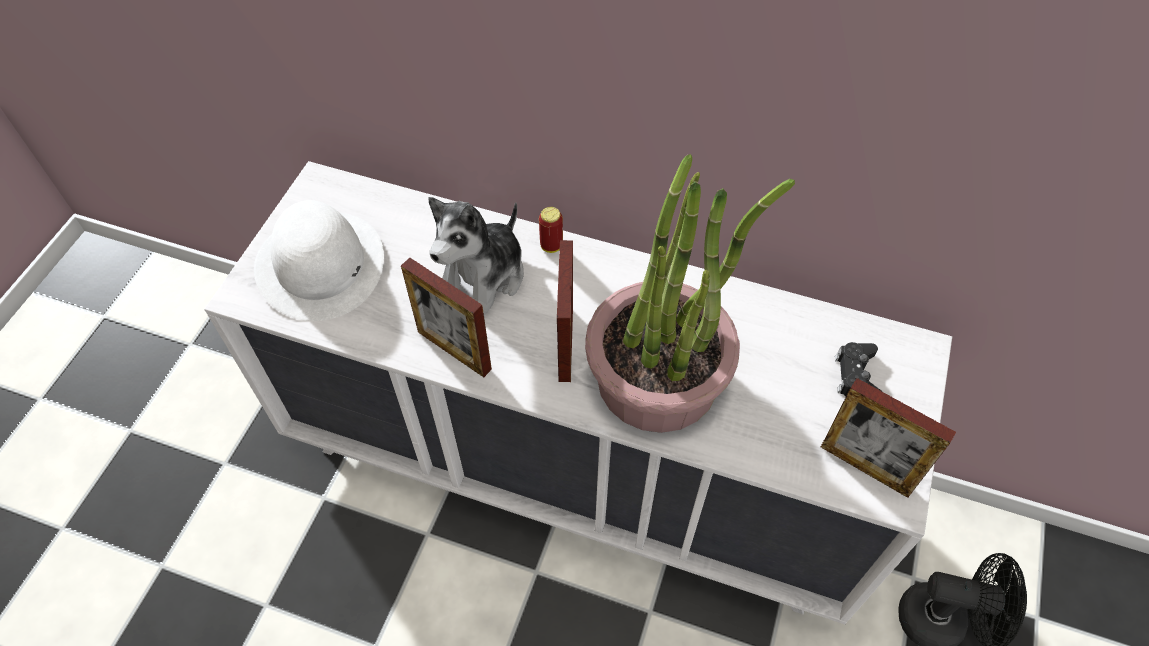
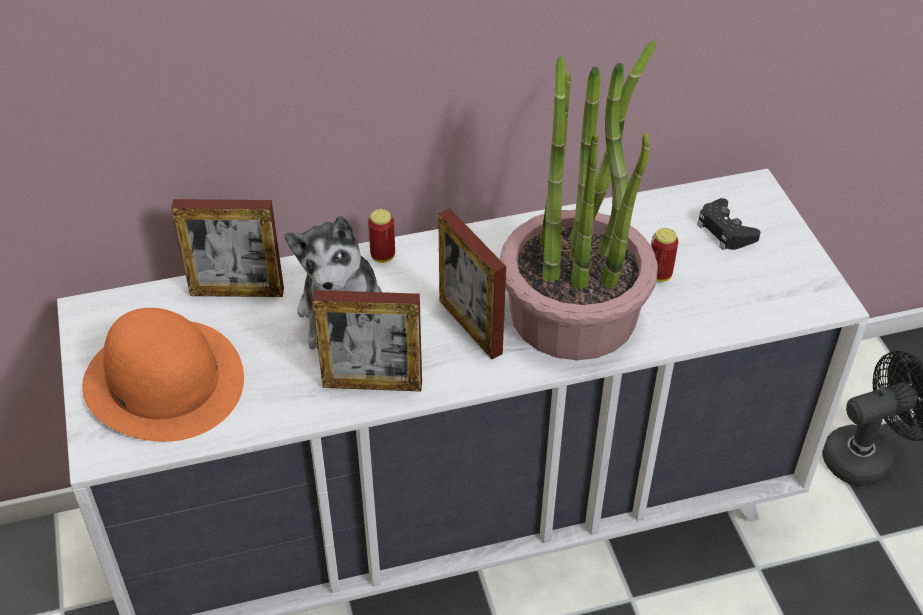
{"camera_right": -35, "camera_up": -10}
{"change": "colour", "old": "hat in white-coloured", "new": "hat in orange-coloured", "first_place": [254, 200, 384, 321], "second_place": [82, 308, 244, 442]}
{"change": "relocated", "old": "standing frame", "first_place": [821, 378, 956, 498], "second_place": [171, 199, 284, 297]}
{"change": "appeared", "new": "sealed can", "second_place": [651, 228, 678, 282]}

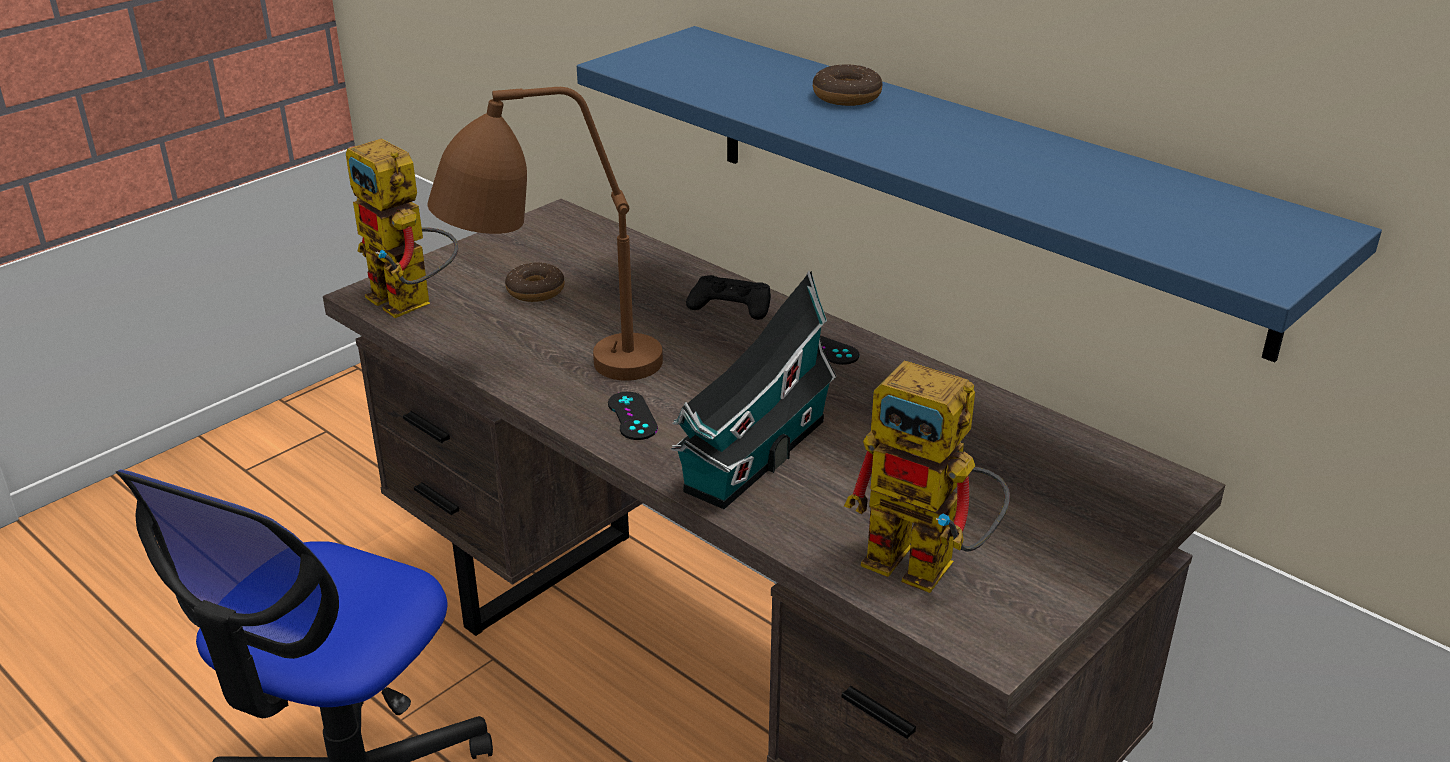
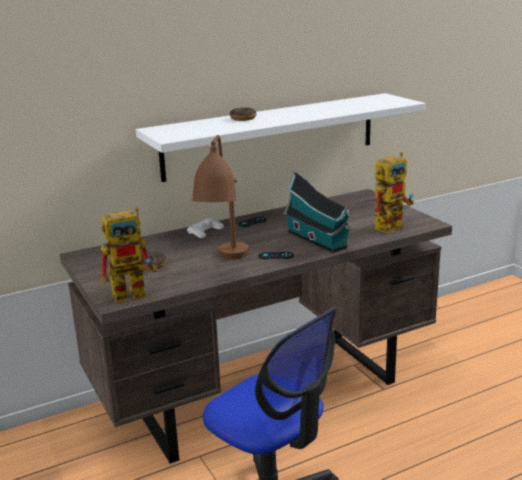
{"camera_right": -70, "camera_up": -10}
{"change": "colour", "old": "bracket shelf in blue-coloured", "new": "bracket shelf in white-coloured", "first_place": [577, 26, 1382, 362], "second_place": [136, 93, 425, 182]}
{"change": "colour", "old": "joypad in black", "new": "joypad in white-coloured", "first_place": [686, 275, 771, 320], "second_place": [187, 218, 224, 238]}

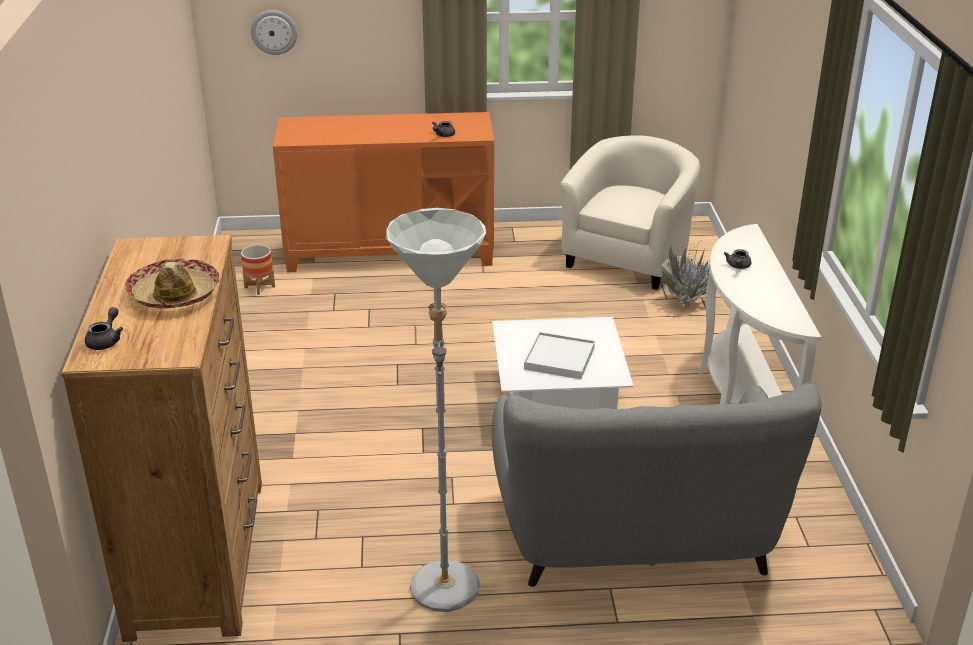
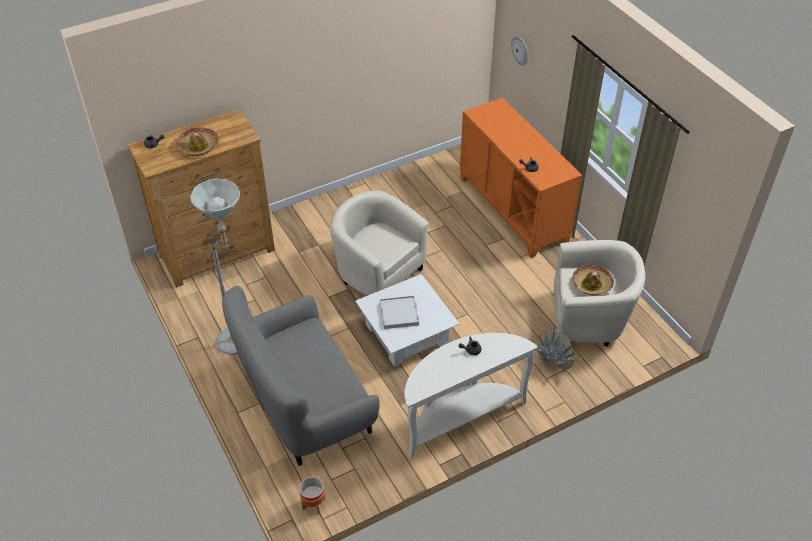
{"camera_right": 65, "camera_up": 15}
{"change": "relocated", "old": "flower pot", "first_place": [241, 245, 275, 295], "second_place": [299, 477, 325, 514]}
{"change": "appeared", "new": "lounge chair in beige-coloured", "second_place": [330, 191, 429, 296]}
{"change": "appeared", "new": "hat", "second_place": [572, 264, 614, 296]}

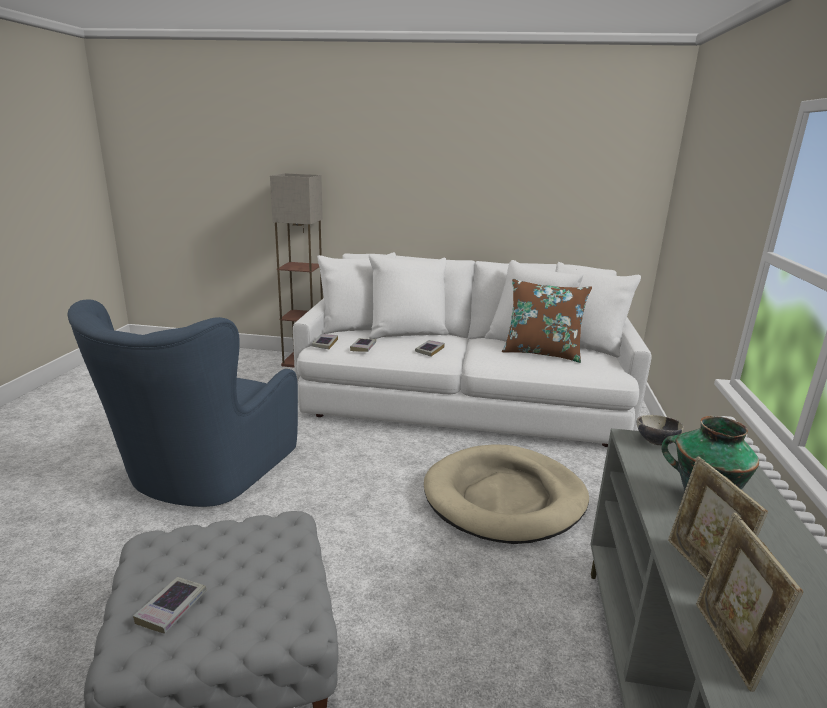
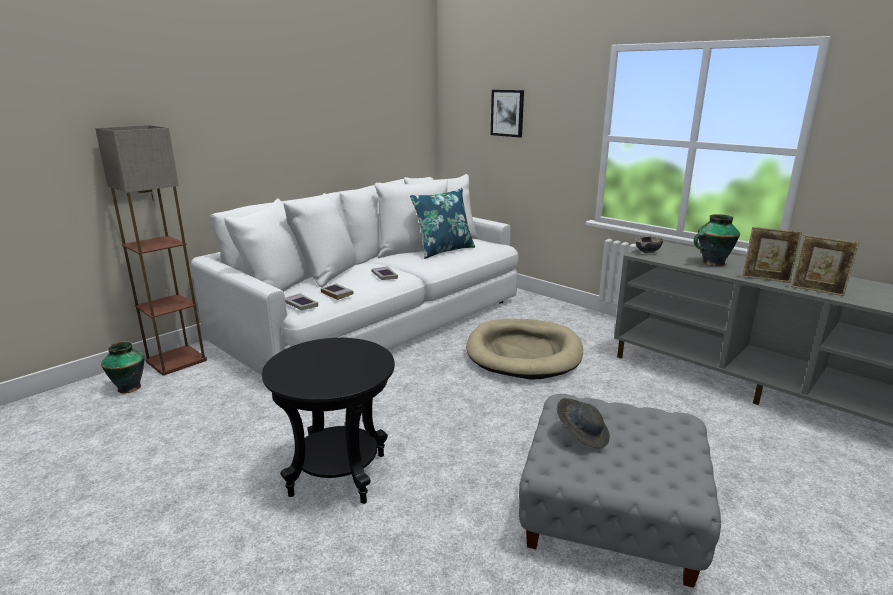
{"camera_right": -55, "camera_up": 0}
{"change": "appeared", "new": "decorative vase", "second_place": [101, 341, 145, 394]}
{"change": "exchanged", "old": "lounge chair in blue-coloured", "new": "end table in black", "first_place": [68, 300, 298, 507], "second_place": [262, 338, 395, 504]}
{"change": "colour", "old": "cushion in brown", "new": "cushion in blue-coloured", "first_place": [502, 279, 592, 363], "second_place": [410, 188, 475, 259]}
{"change": "appeared", "new": "wall art", "second_place": [491, 90, 524, 137]}
{"change": "appeared", "new": "hat in grey", "second_place": [557, 398, 610, 448]}
{"change": "missing", "old": "volume", "first_place": [133, 577, 207, 634]}

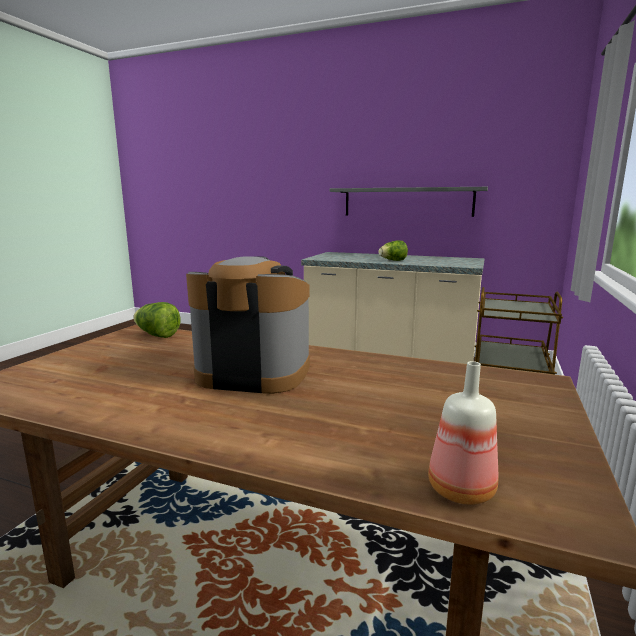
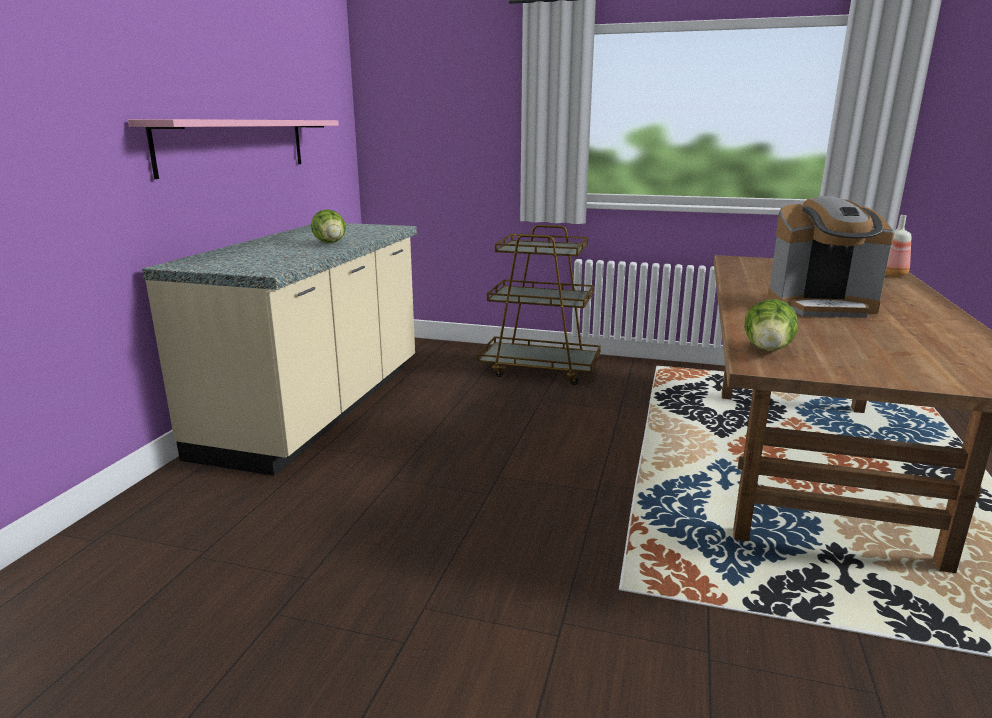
{"camera_right": -95, "camera_up": 5}
{"change": "colour", "old": "bracket shelf in grey", "new": "bracket shelf in pink-coloured", "first_place": [330, 187, 488, 217], "second_place": [128, 119, 339, 179]}
{"change": "spun", "old": "coffee maker", "first_place": [186, 256, 310, 394], "second_place": [767, 196, 895, 318], "degrees": -90}

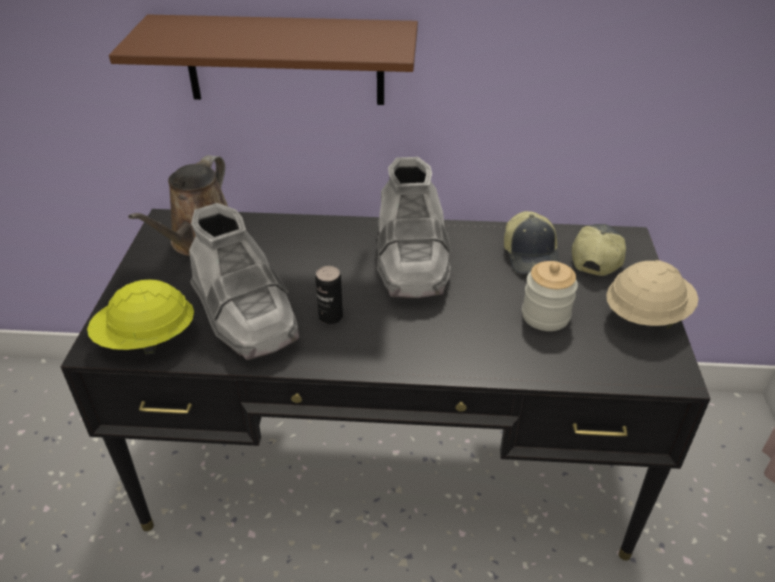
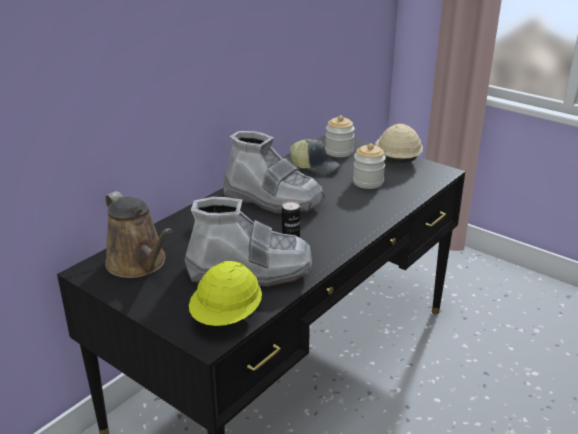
{"camera_right": -55, "camera_up": -10}
{"change": "exchanged", "old": "peaked cap", "new": "jar", "first_place": [572, 224, 626, 276], "second_place": [325, 116, 355, 157]}
{"change": "missing", "old": "bracket shelf in brown", "first_place": [109, 15, 418, 105]}

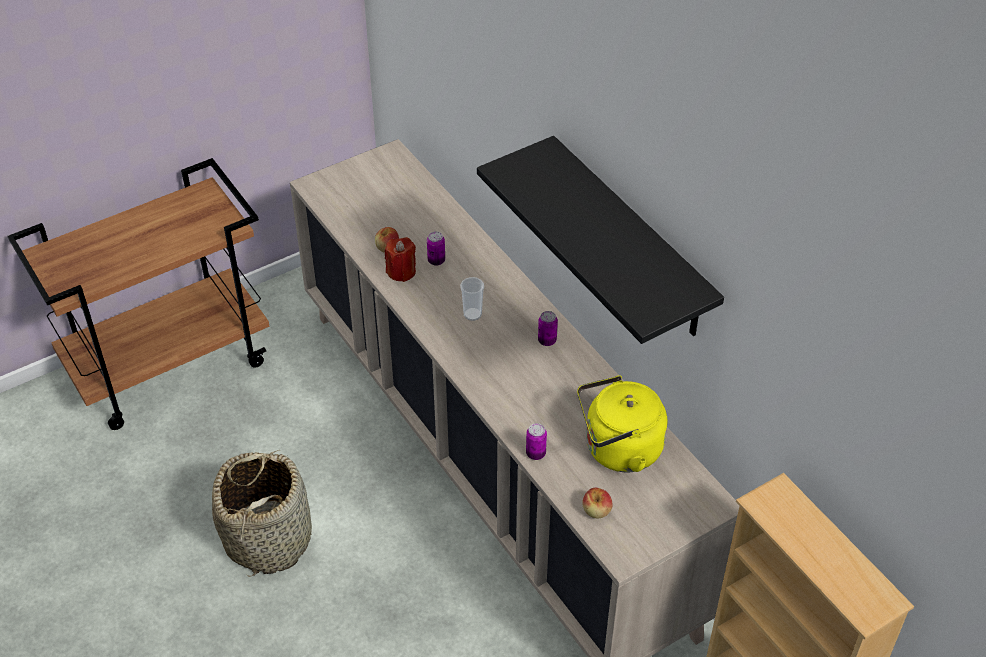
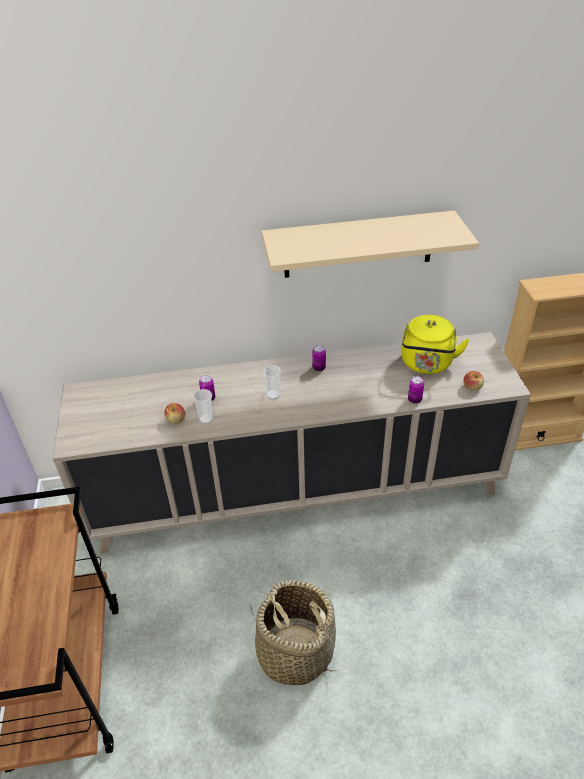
{"camera_right": -65, "camera_up": -5}
{"change": "exchanged", "old": "candle in red", "new": "drinking cup", "first_place": [385, 237, 416, 282], "second_place": [193, 389, 213, 424]}
{"change": "colour", "old": "bracket shelf in black", "new": "bracket shelf in beige-coloured", "first_place": [477, 136, 724, 344], "second_place": [262, 210, 479, 278]}

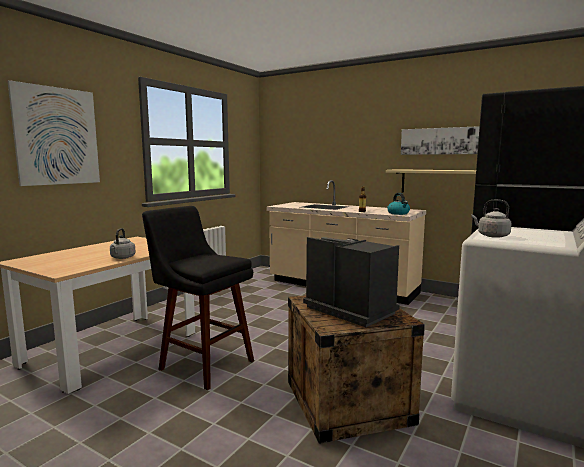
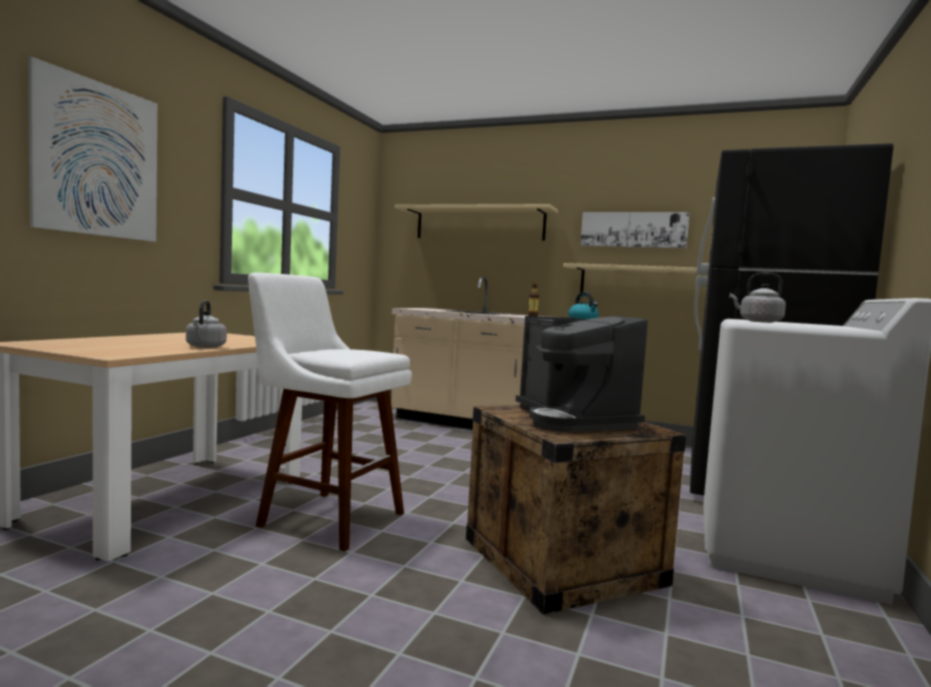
{"camera_right": -10, "camera_up": -5}
{"change": "colour", "old": "stool seat in black", "new": "stool seat in white-coloured", "first_place": [142, 206, 254, 390], "second_place": [248, 272, 412, 552]}
{"change": "appeared", "new": "bracket shelf in beige-coloured", "second_place": [394, 204, 558, 240]}
{"change": "spun", "old": "coffee maker", "first_place": [303, 237, 400, 327], "second_place": [516, 316, 648, 432], "degrees": -150}

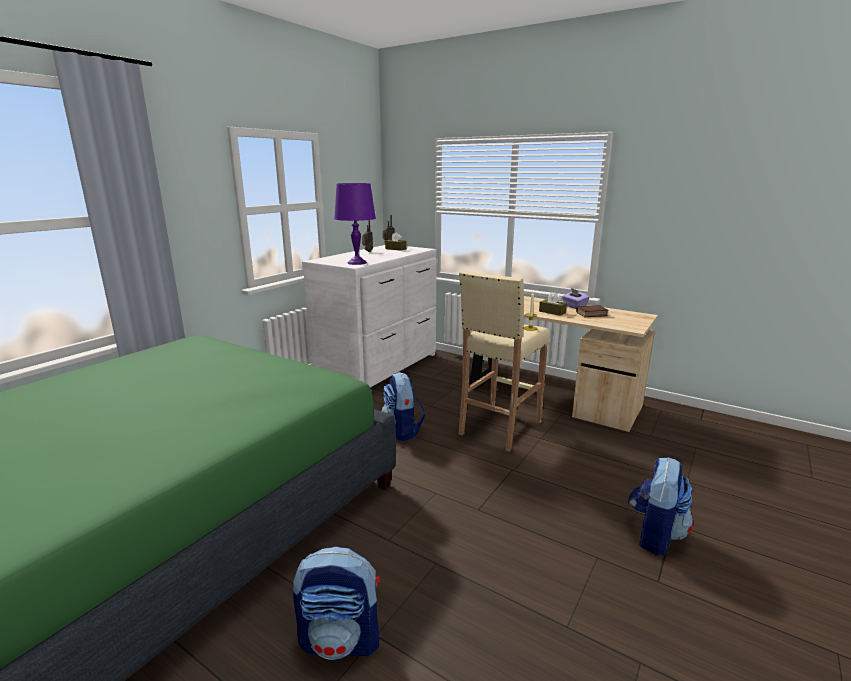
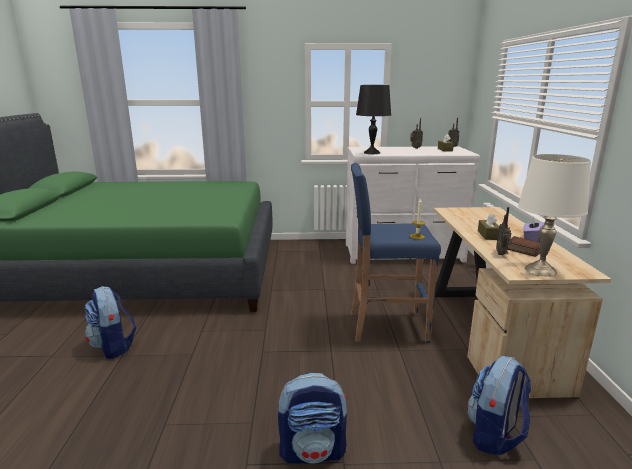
{"camera_right": 55, "camera_up": 0}
{"change": "colour", "old": "stool seat in beige-coloured", "new": "stool seat in blue-coloured", "first_place": [459, 270, 550, 452], "second_place": [351, 163, 441, 343]}
{"change": "colour", "old": "tabletop lamp in purplish", "new": "tabletop lamp in black", "first_place": [334, 183, 376, 265], "second_place": [356, 85, 391, 154]}
{"change": "relocated", "old": "knapsack", "first_place": [381, 372, 425, 441], "second_place": [467, 356, 532, 455]}
{"change": "appeared", "new": "radio receiver", "second_place": [496, 207, 512, 255]}
{"change": "appeared", "new": "tabletop lamp in white-coloured", "second_place": [518, 154, 591, 277]}

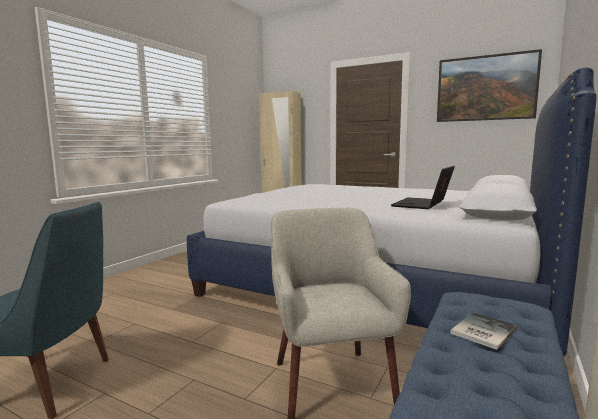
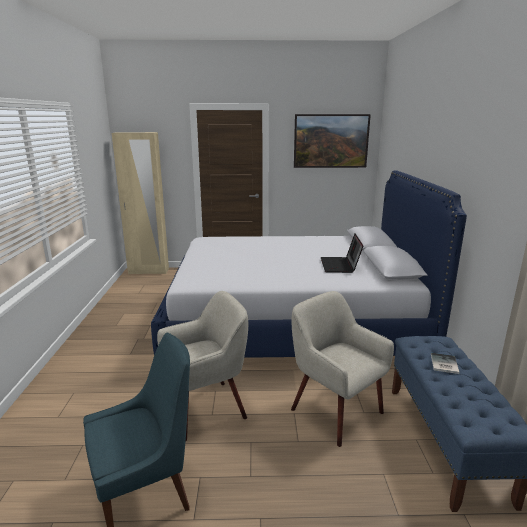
{"camera_right": -30, "camera_up": 10}
{"change": "appeared", "new": "lounge chair in beige-coloured", "second_place": [157, 291, 248, 441]}

